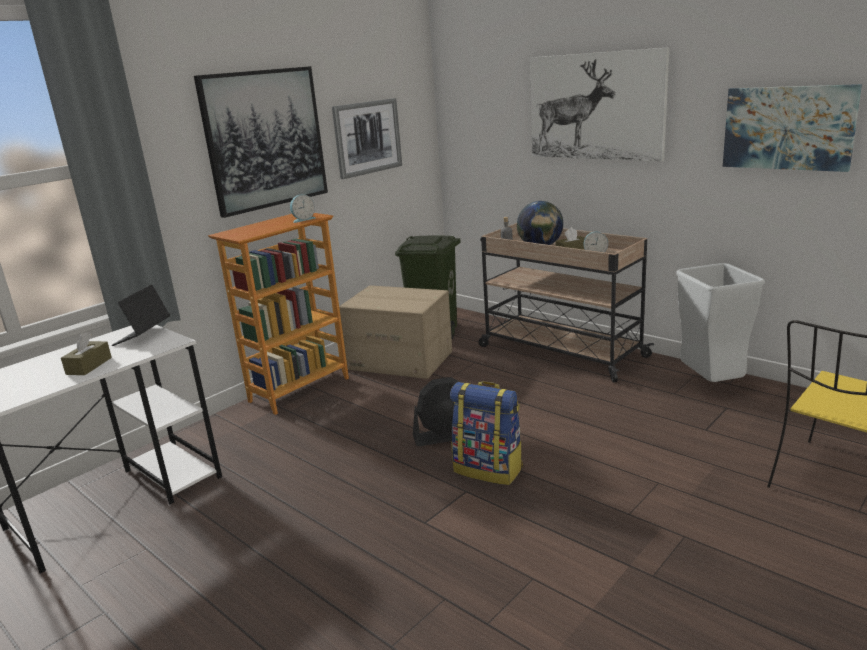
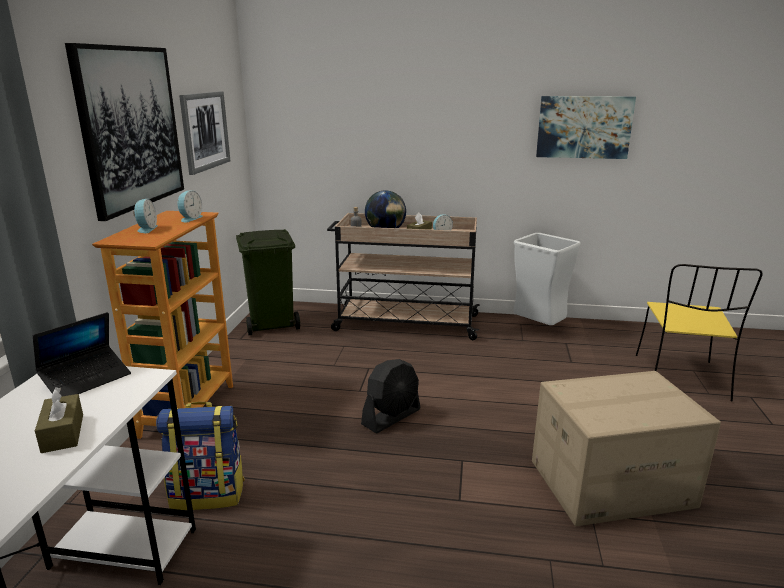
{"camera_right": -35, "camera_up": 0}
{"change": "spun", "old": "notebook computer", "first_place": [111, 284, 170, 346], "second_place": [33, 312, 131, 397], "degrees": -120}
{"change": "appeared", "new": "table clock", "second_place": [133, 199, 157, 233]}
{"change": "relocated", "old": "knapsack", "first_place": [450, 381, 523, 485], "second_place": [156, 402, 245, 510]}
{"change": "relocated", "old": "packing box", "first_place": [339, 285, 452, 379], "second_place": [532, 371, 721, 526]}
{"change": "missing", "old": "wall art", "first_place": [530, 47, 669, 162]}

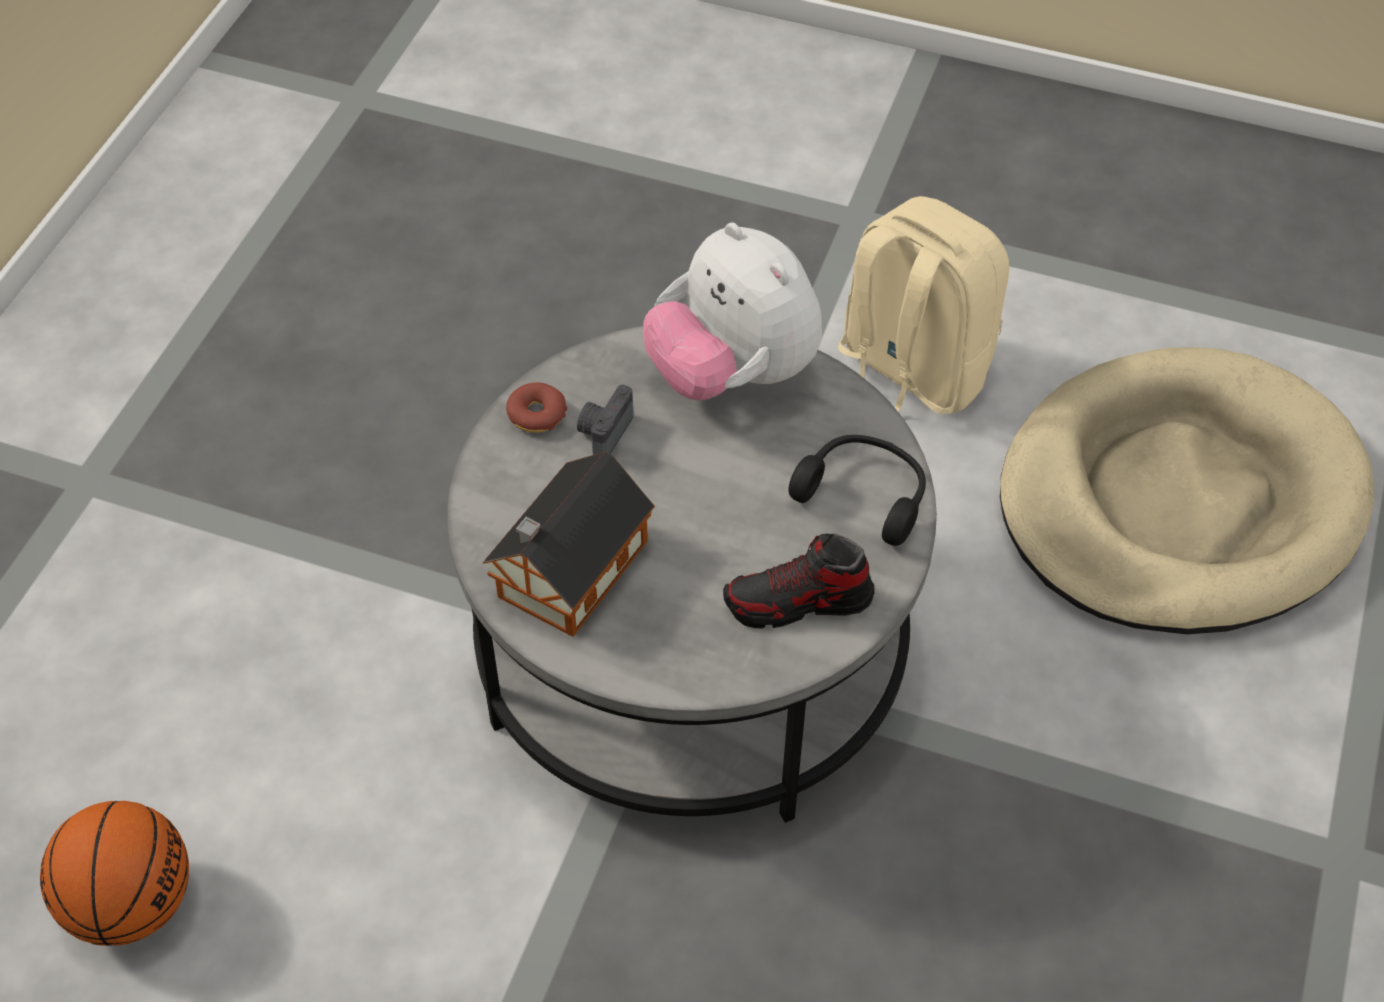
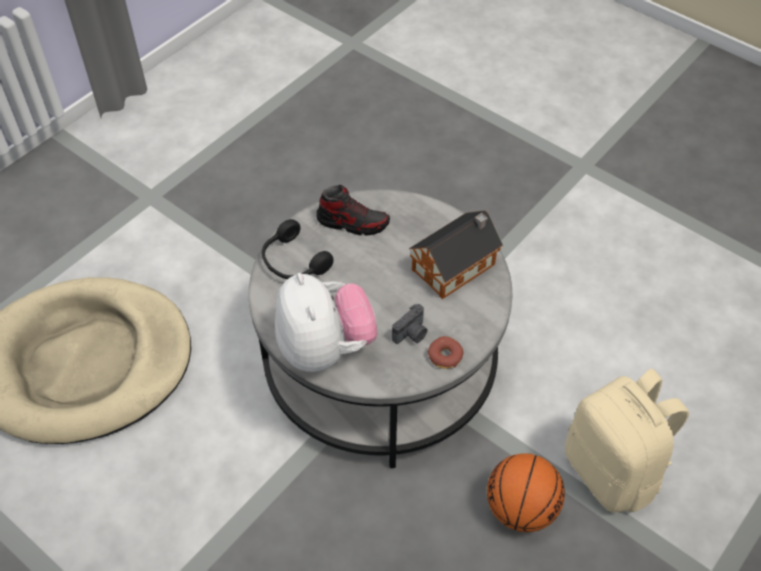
{"camera_right": -160, "camera_up": 0}
{"change": "relocated", "old": "basketball", "first_place": [40, 801, 189, 946], "second_place": [487, 453, 565, 532]}
{"change": "relocated", "old": "knapsack in beige-coloured", "first_place": [838, 196, 1009, 415], "second_place": [565, 368, 689, 512]}

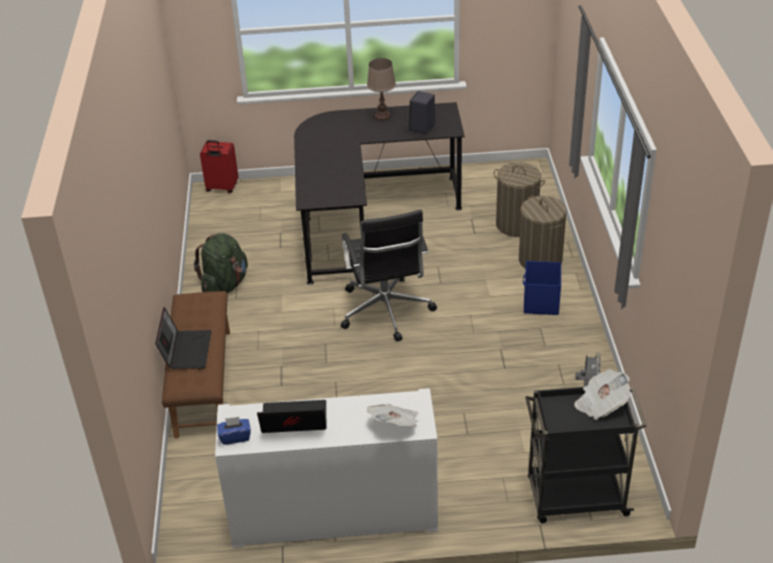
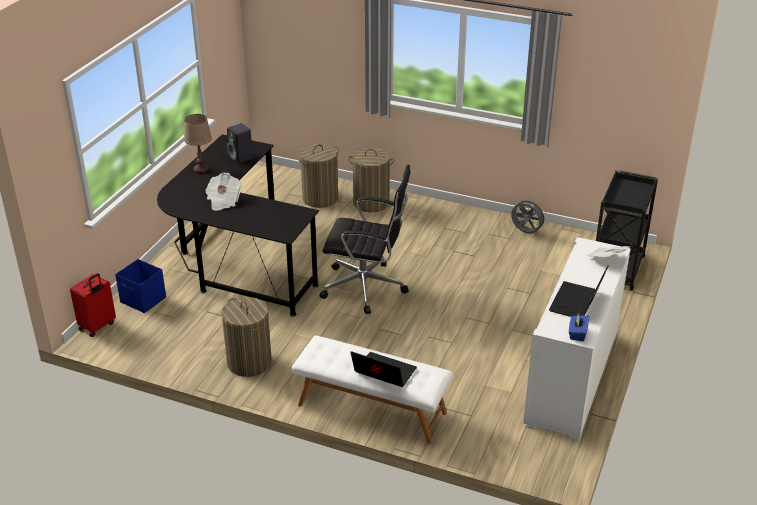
{"camera_right": -65, "camera_up": -5}
{"change": "relocated", "old": "storage bin in blue-coloured", "first_place": [523, 261, 561, 315], "second_place": [115, 259, 166, 313]}
{"change": "relocated", "old": "printed paper", "first_place": [574, 369, 631, 420], "second_place": [205, 173, 242, 211]}
{"change": "exchanged", "old": "knapsack in greenish", "new": "washing basket", "first_place": [194, 233, 248, 294], "second_place": [221, 297, 272, 377]}
{"change": "colour", "old": "bench in brown", "new": "bench in white-coloured", "first_place": [162, 291, 230, 439], "second_place": [291, 335, 453, 444]}

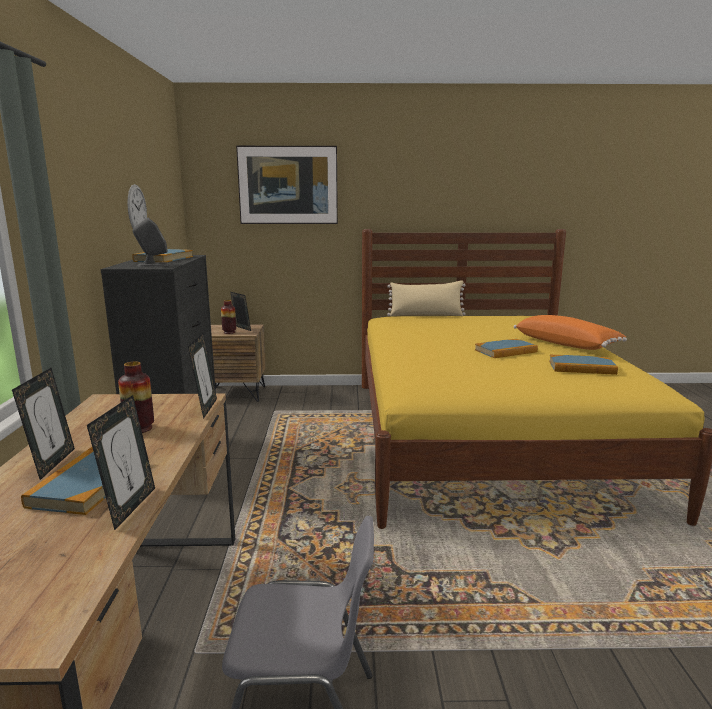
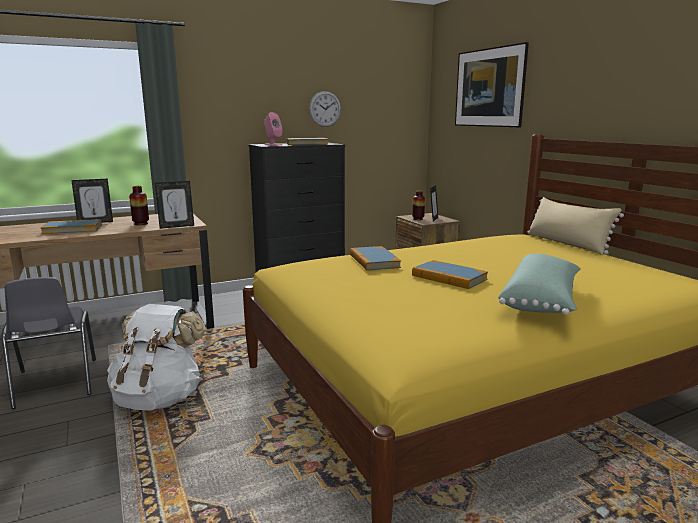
{"camera_right": 65, "camera_up": 0}
{"change": "appeared", "new": "knapsack in white-coloured", "second_place": [107, 304, 206, 411]}
{"change": "colour", "old": "loudspeaker in grey", "new": "loudspeaker in pink-coloured", "first_place": [133, 218, 170, 267], "second_place": [264, 112, 283, 146]}
{"change": "relocated", "old": "volume", "first_place": [549, 355, 618, 375], "second_place": [350, 246, 401, 271]}
{"change": "colour", "old": "cushion in orange-coloured", "new": "cushion in greenish", "first_place": [514, 315, 627, 350], "second_place": [498, 253, 581, 315]}
{"change": "missing", "old": "standing frame", "first_place": [87, 395, 155, 530]}

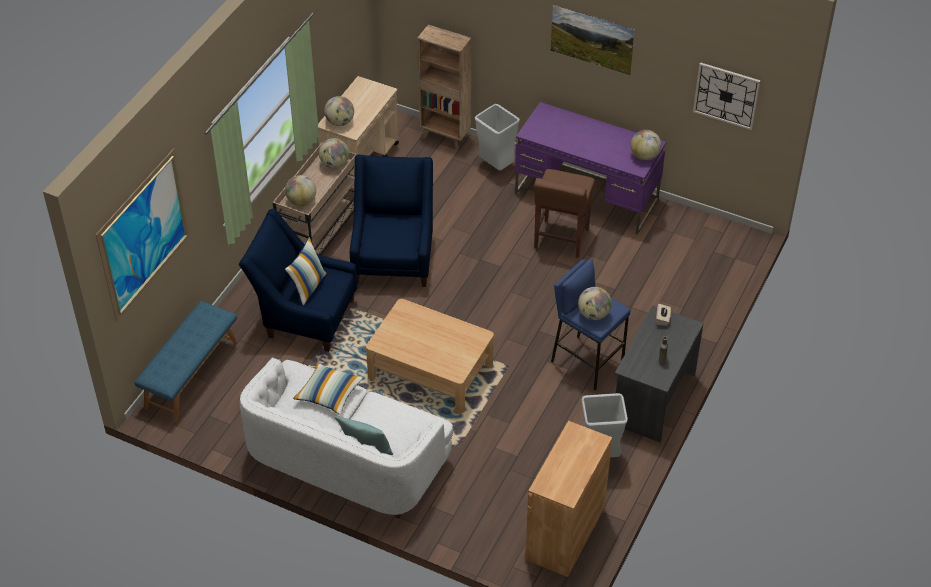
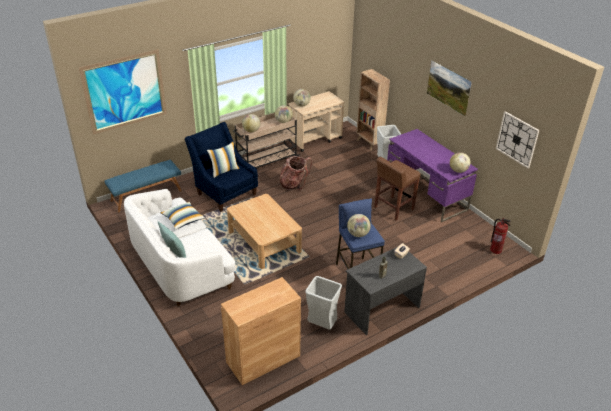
{"camera_right": 30, "camera_up": -10}
{"change": "exchanged", "old": "lounge chair in blue-coloured", "new": "knapsack", "first_place": [350, 155, 433, 287], "second_place": [280, 156, 312, 190]}
{"change": "appeared", "new": "fire-fighting cylinder", "second_place": [490, 218, 511, 254]}

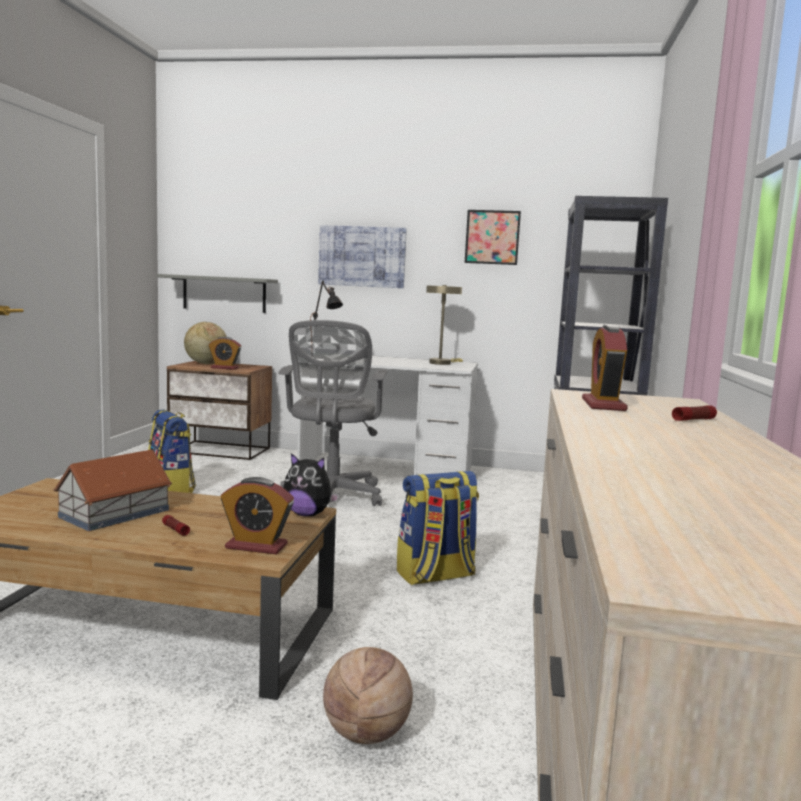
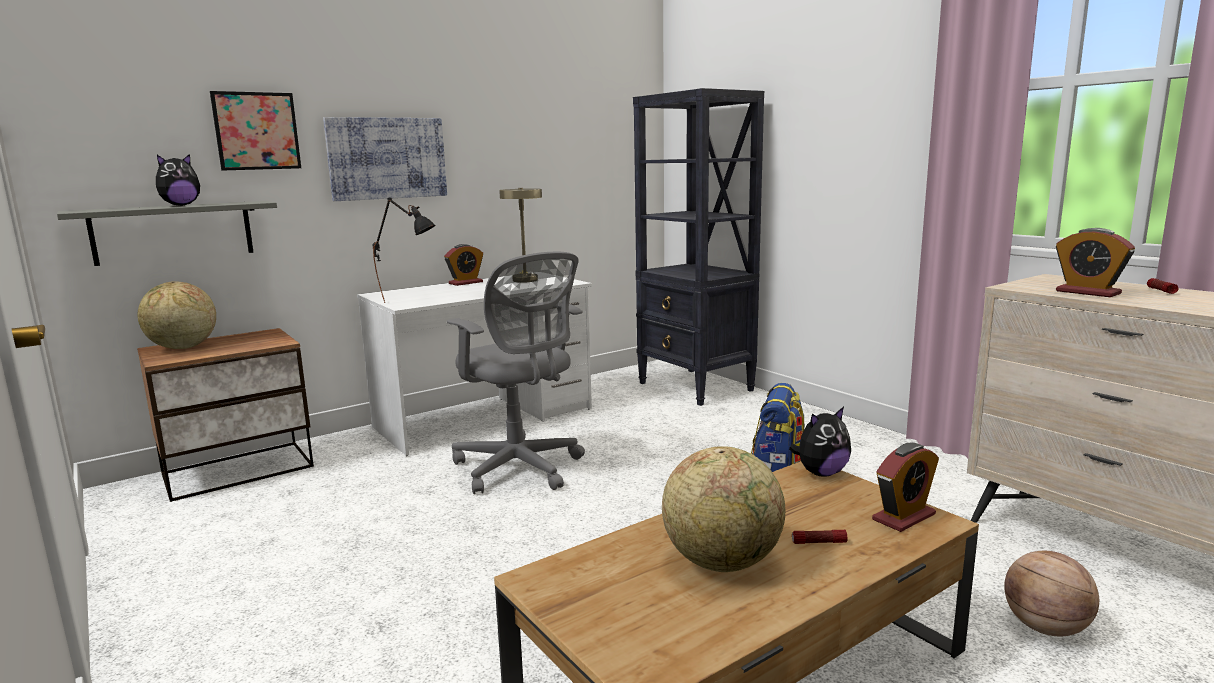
{"camera_right": -45, "camera_up": 5}
{"change": "appeared", "new": "soft toy", "second_place": [156, 154, 200, 206]}
{"change": "relocated", "old": "wall art", "first_place": [465, 210, 521, 265], "second_place": [210, 91, 301, 171]}
{"change": "relocated", "old": "table clock", "first_place": [209, 337, 242, 370], "second_place": [444, 244, 483, 286]}
{"change": "exchanged", "old": "toy house", "new": "desk globe", "first_place": [53, 450, 172, 531], "second_place": [662, 447, 785, 572]}
{"change": "missing", "old": "knapsack", "first_place": [148, 409, 196, 493]}

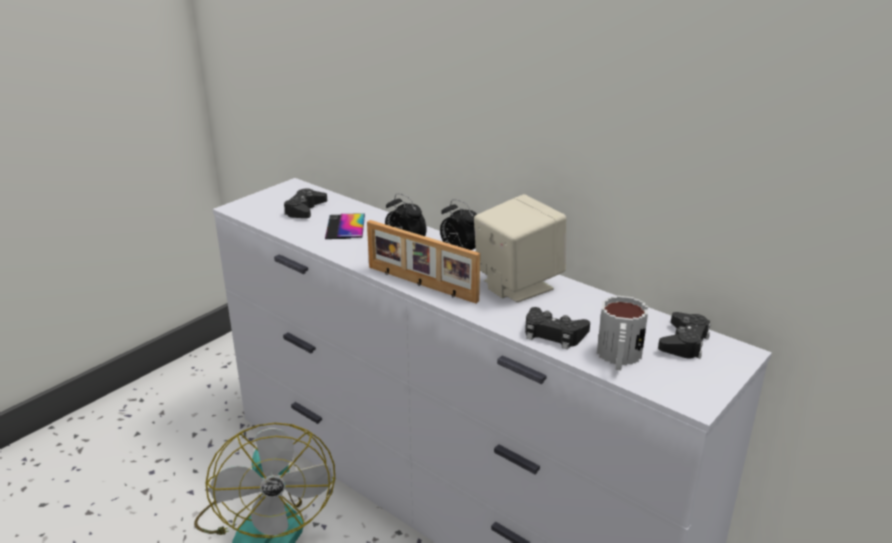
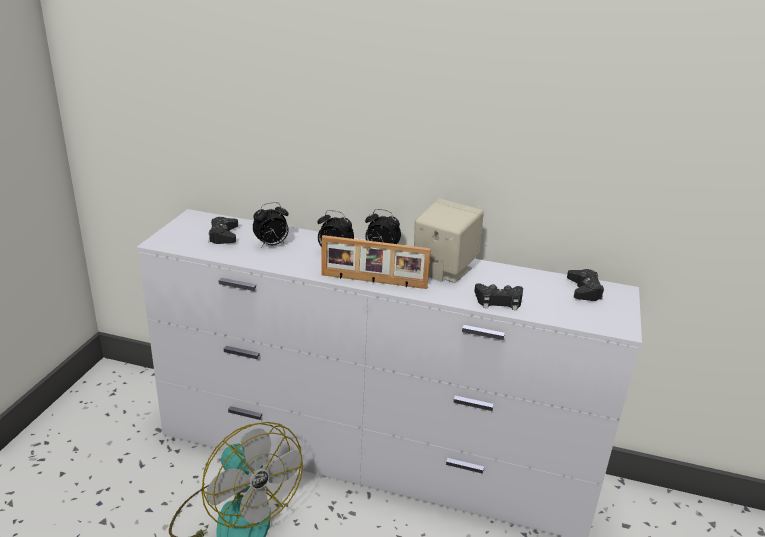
{"camera_right": -25, "camera_up": 0}
{"change": "exchanged", "old": "phone", "new": "table clock", "first_place": [325, 213, 365, 239], "second_place": [253, 202, 289, 248]}
{"change": "missing", "old": "mug", "first_place": [597, 295, 648, 370]}

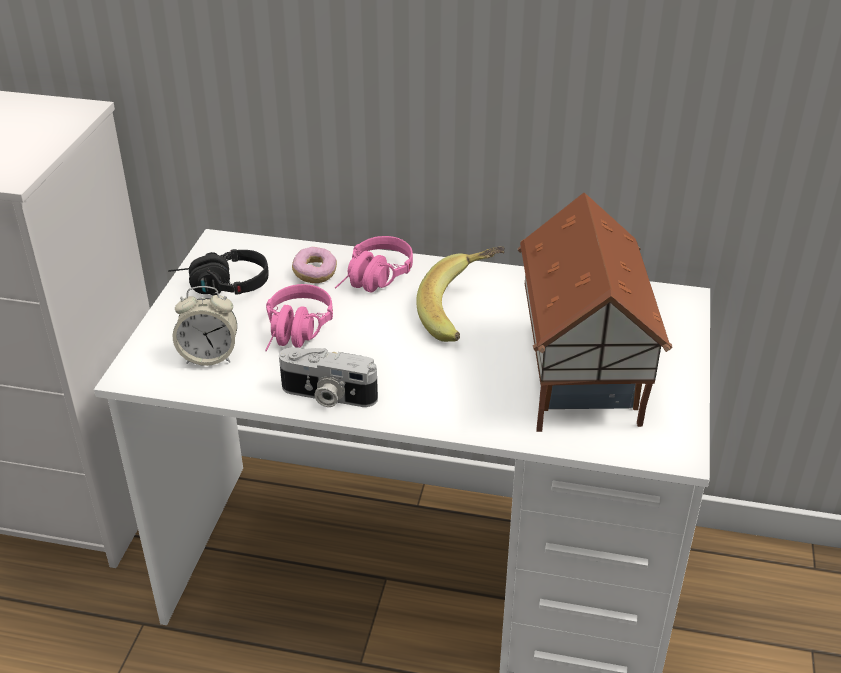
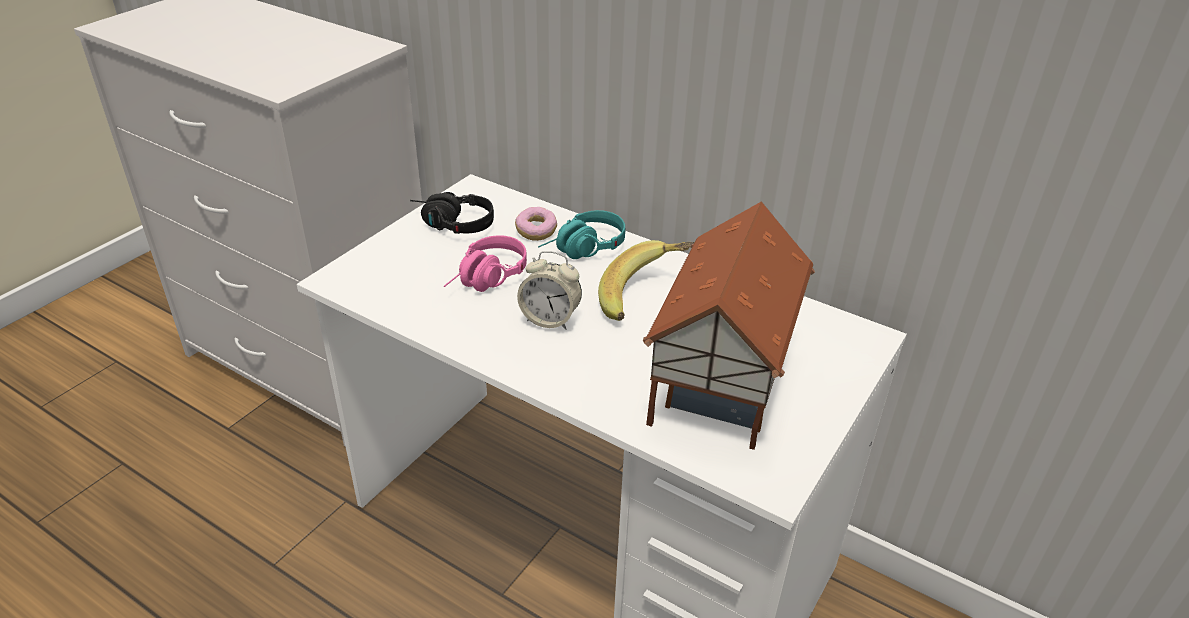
{"camera_right": 20, "camera_up": 0}
{"change": "relocated", "old": "table clock", "first_place": [173, 286, 237, 366], "second_place": [517, 251, 582, 330]}
{"change": "colour", "old": "headset in pink-coloured", "new": "headset in turquoise-coloured", "first_place": [335, 236, 413, 293], "second_place": [538, 210, 625, 259]}
{"change": "missing", "old": "photo camera", "first_place": [279, 347, 378, 407]}

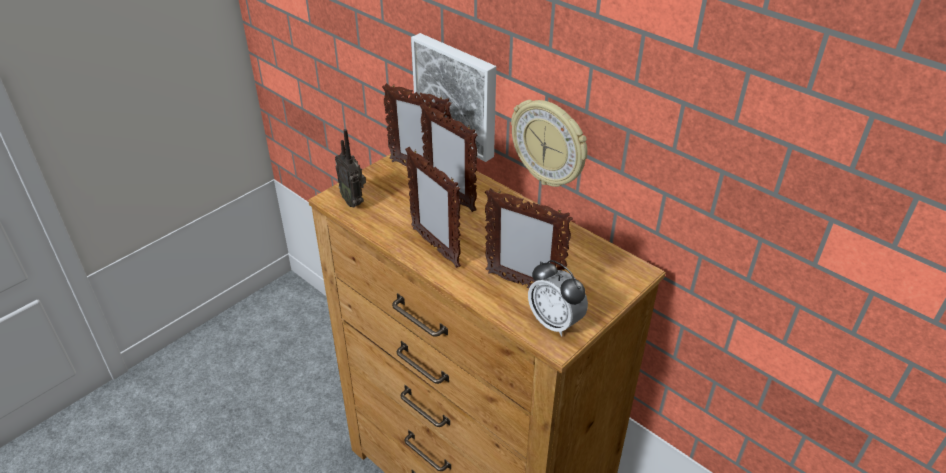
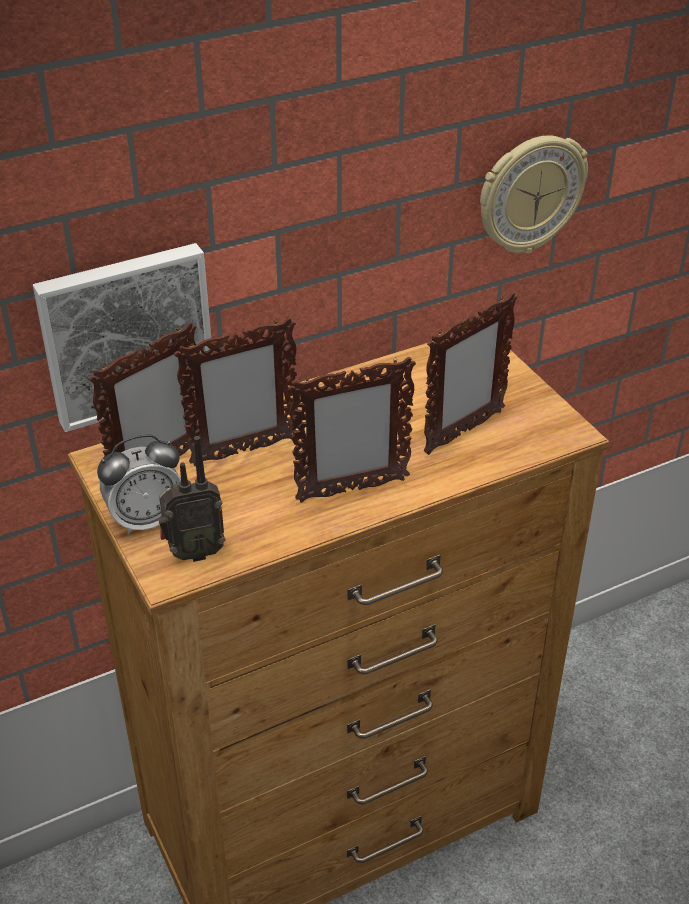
{"camera_right": -70, "camera_up": 0}
{"change": "relocated", "old": "table clock", "first_place": [528, 260, 588, 337], "second_place": [97, 435, 181, 535]}
{"change": "relocated", "old": "clock on the wall", "first_place": [511, 100, 587, 187], "second_place": [480, 135, 588, 254]}

